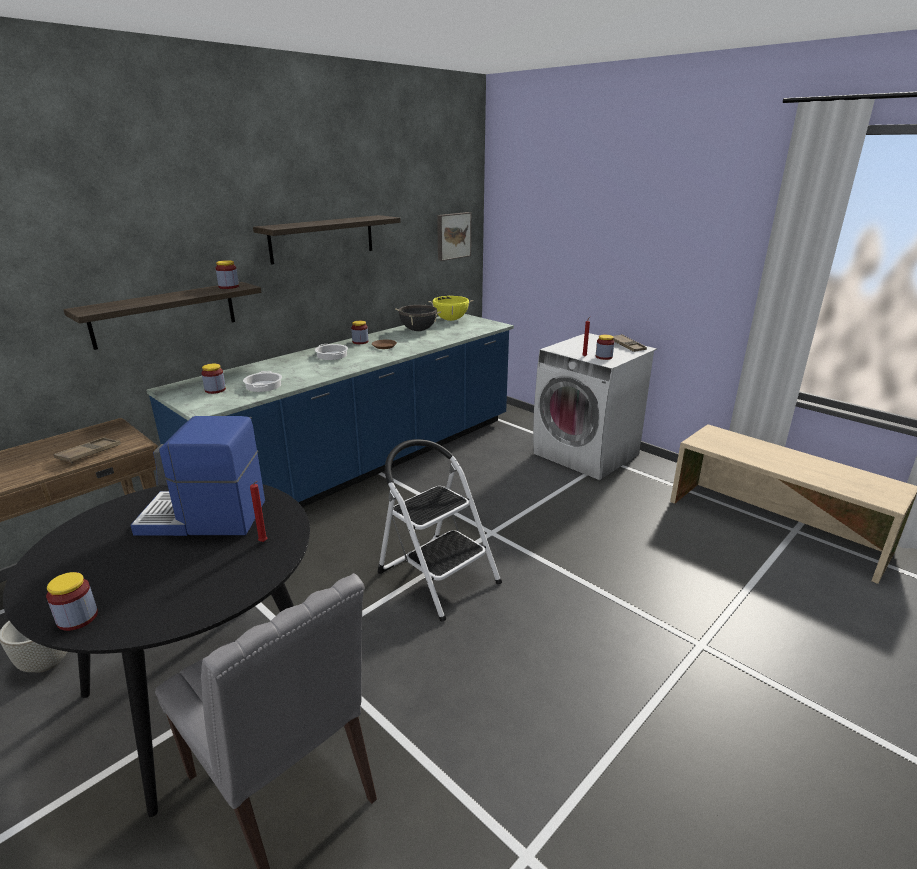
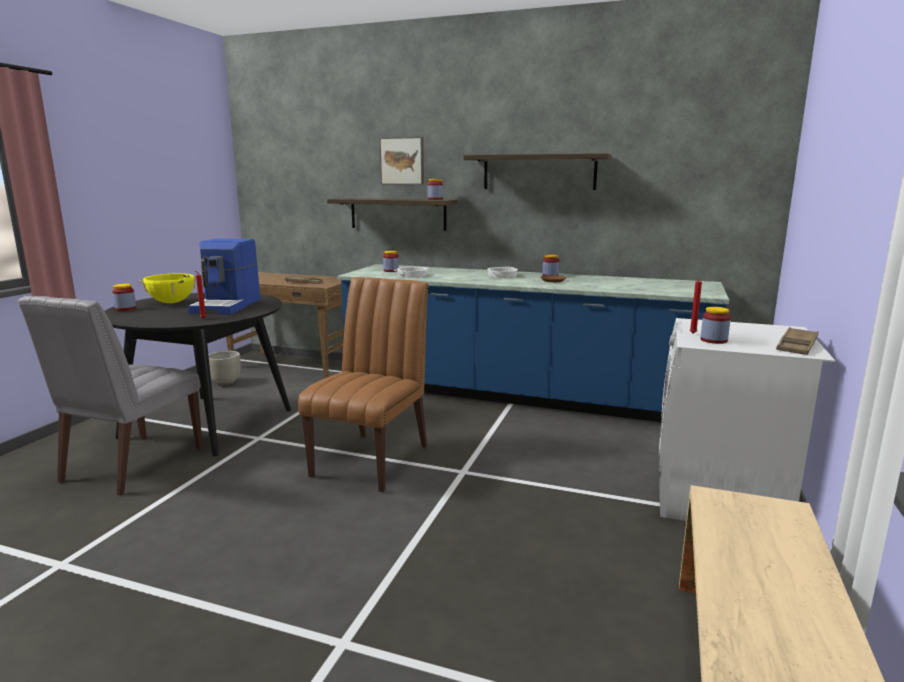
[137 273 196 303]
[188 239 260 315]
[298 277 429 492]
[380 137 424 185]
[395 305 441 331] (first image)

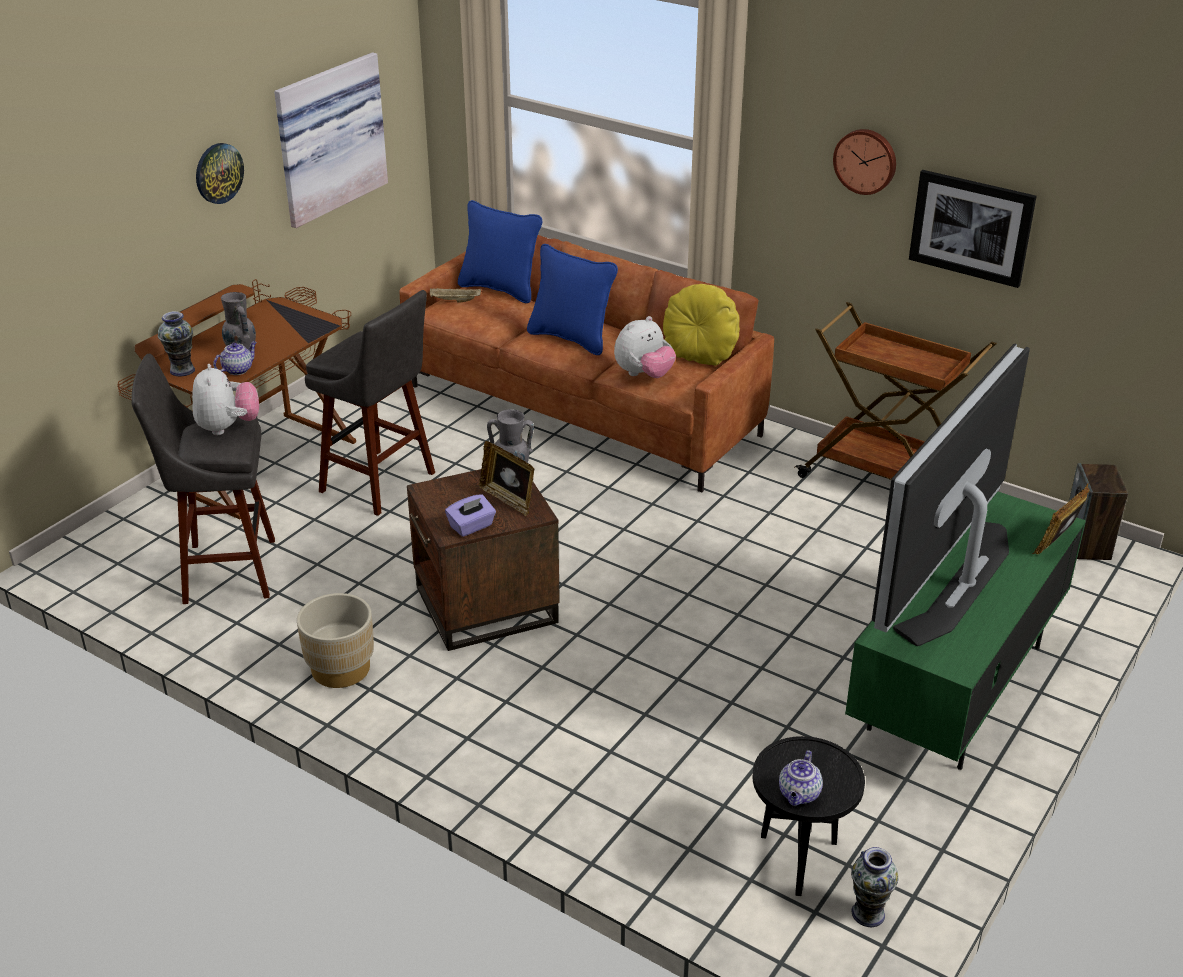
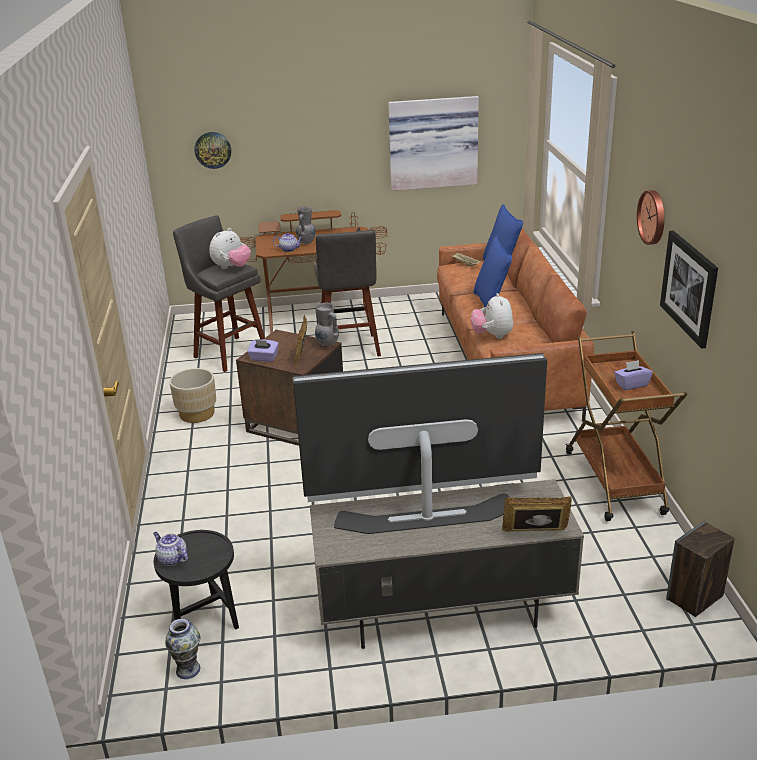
[153 532 188 566]
[194 132 231 169]
[310 479 584 649]
[471 293 513 339]
[614 360 653 390]
[158 311 195 377] (first image)
[663 284 740 366] (first image)

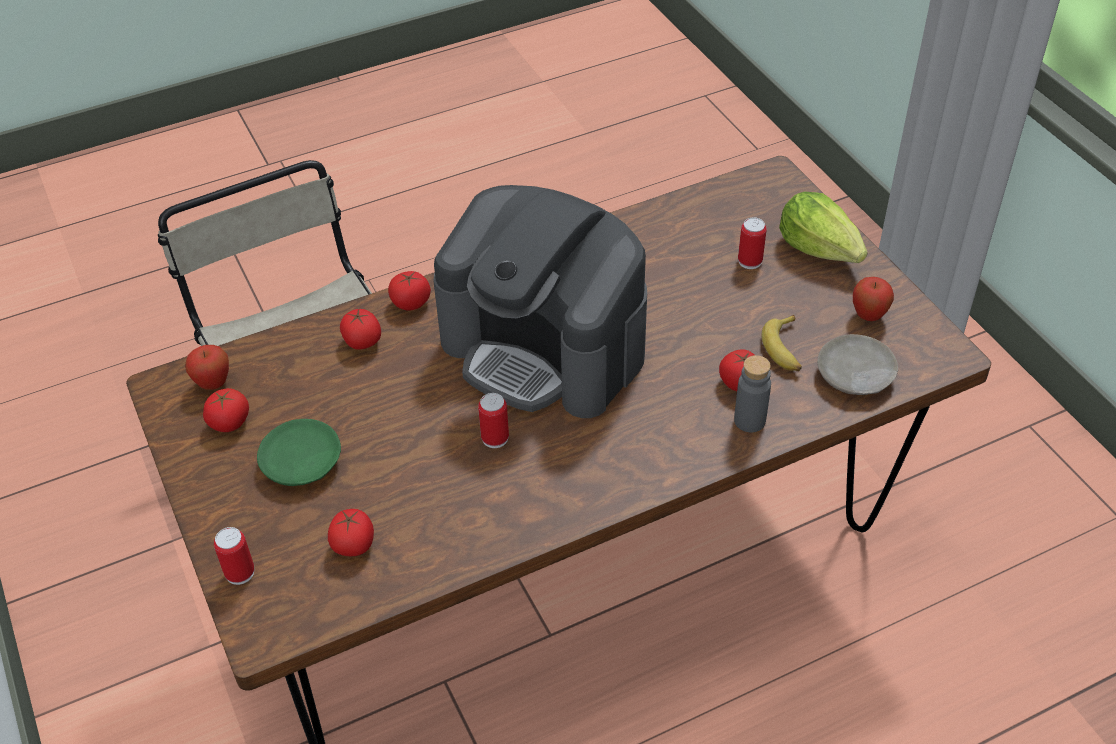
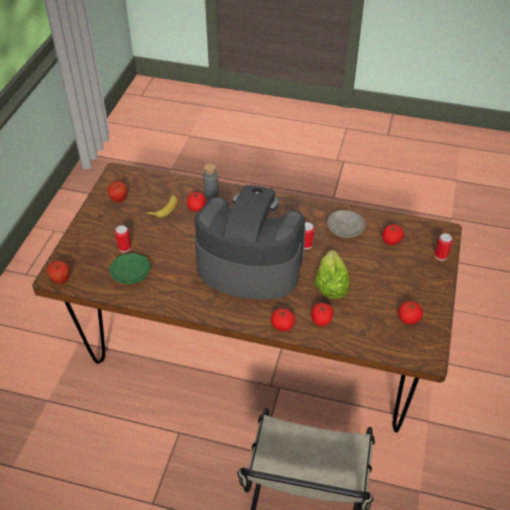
[47 260 70 284]
[109 253 151 284]
[195 185 306 300]
[315 250 349 299]
[327 210 365 238]

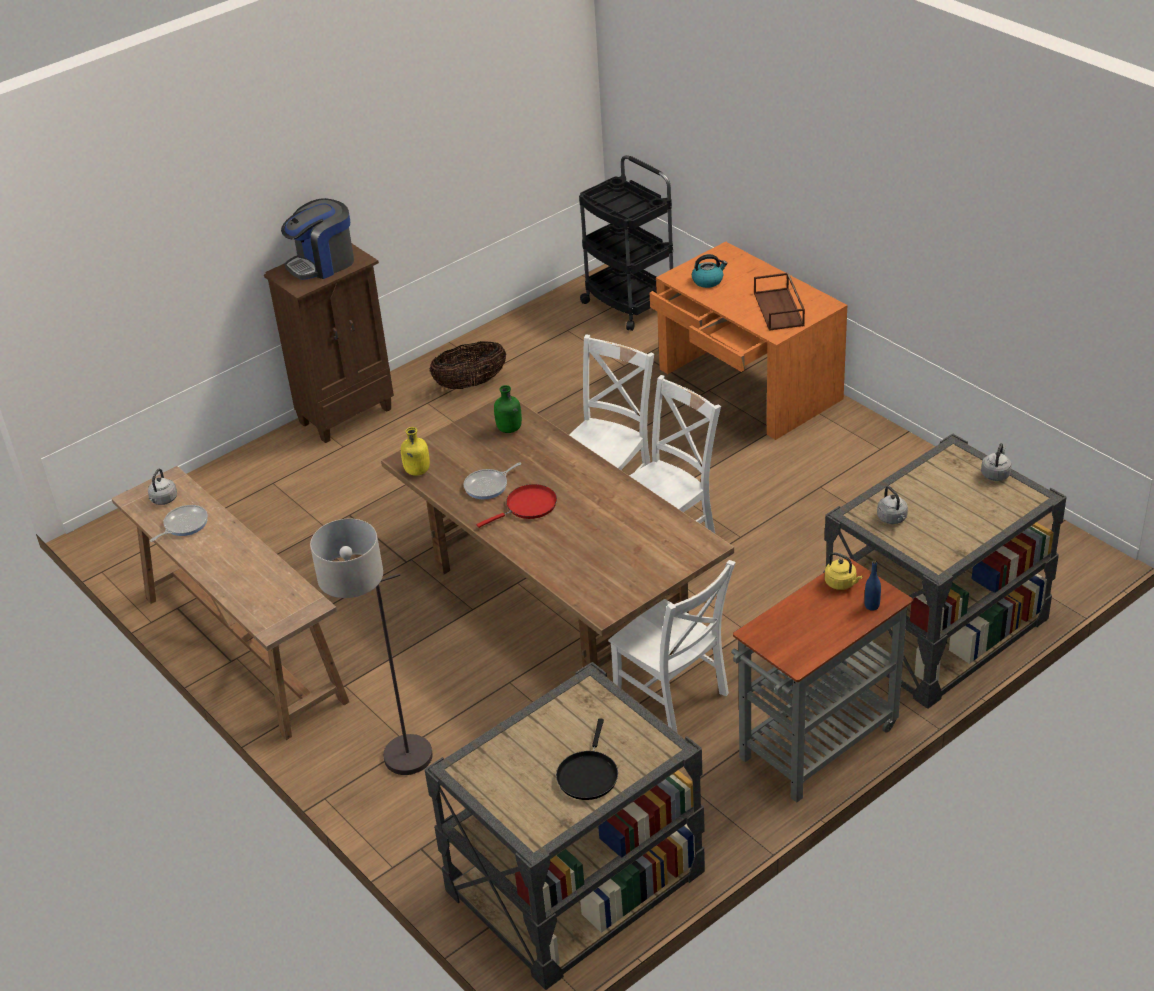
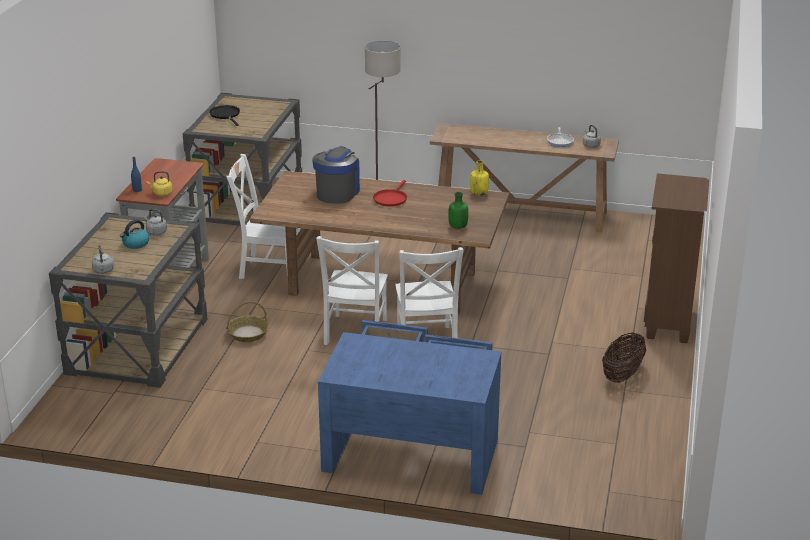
[120 220 149 249]
[226 301 269 342]
[312 146 360 204]
[318 320 502 495]
[464 462 521 499] (first image)
[579 155 673 331] (first image)
[754 273 805 331] (first image)

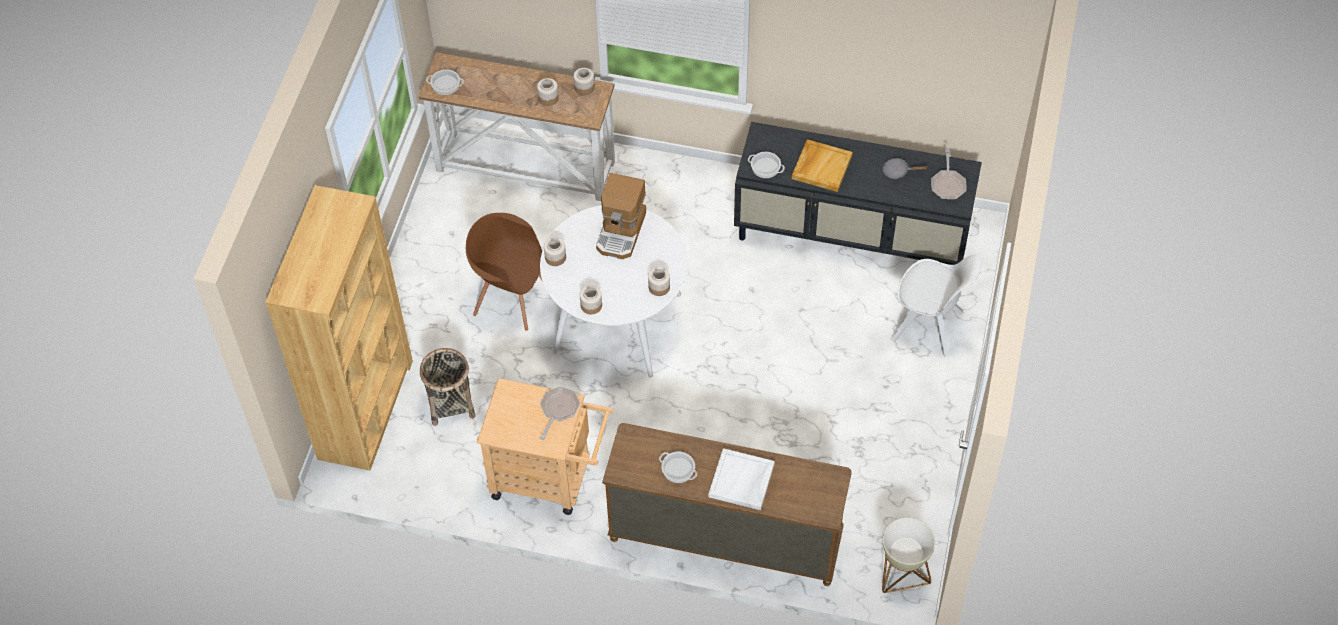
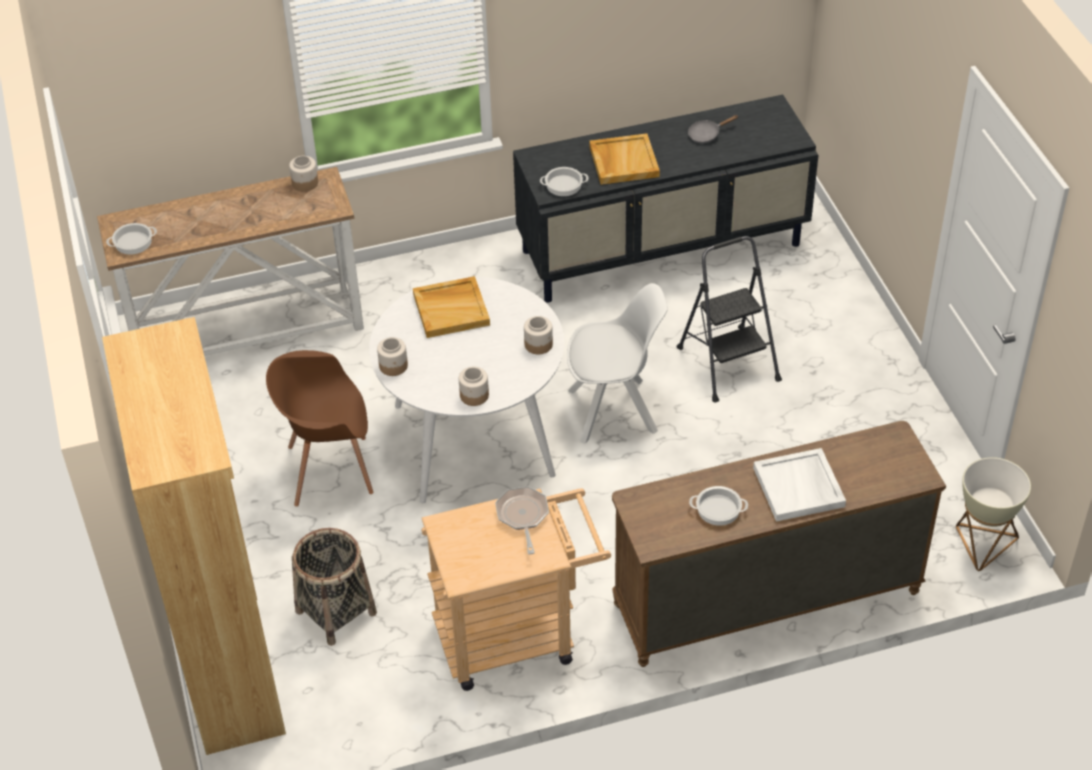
[413 276 490 338]
[567 283 668 444]
[676 236 782 402]
[537 78 559 106] (first image)
[931 149 967 199] (first image)

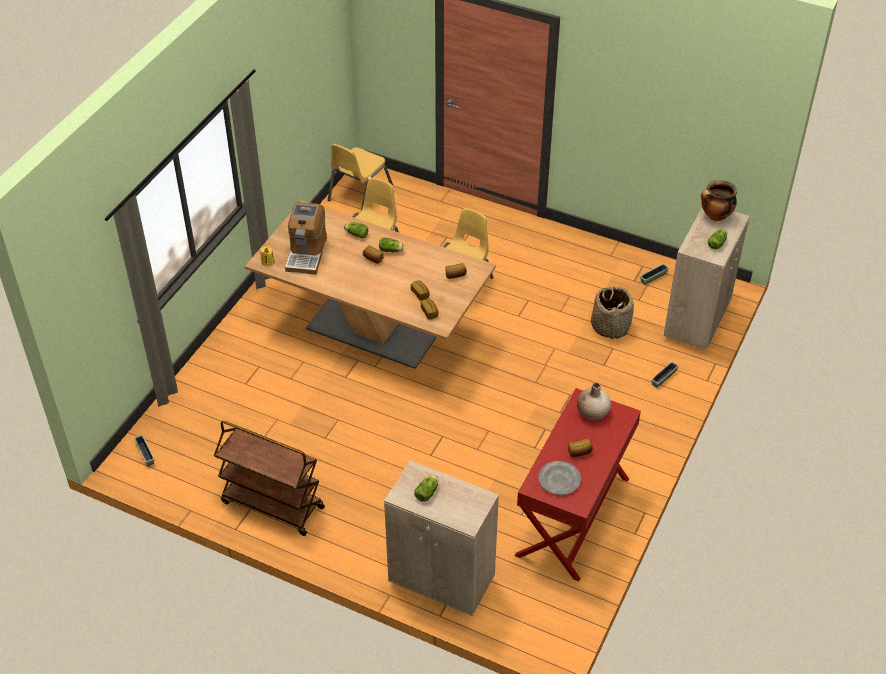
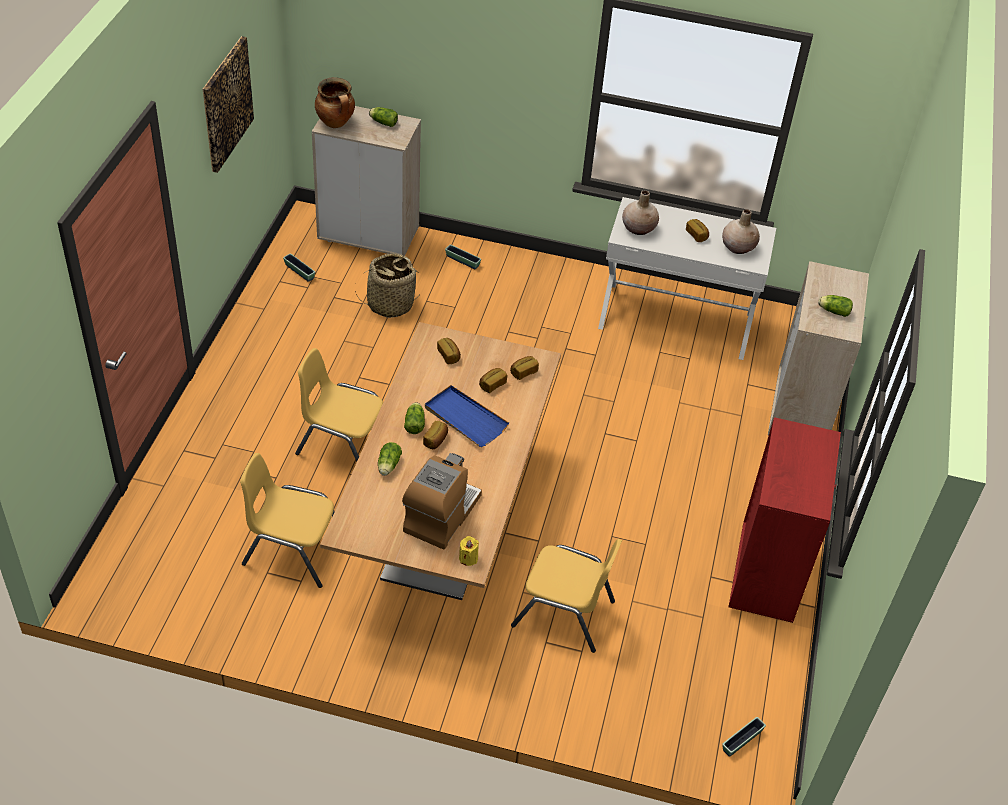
[203 36 254 173]
[402 453 482 550]
[425 385 509 447]
[511 539 622 653]
[598 197 776 360]
[722 209 760 254]
[729 417 841 623]

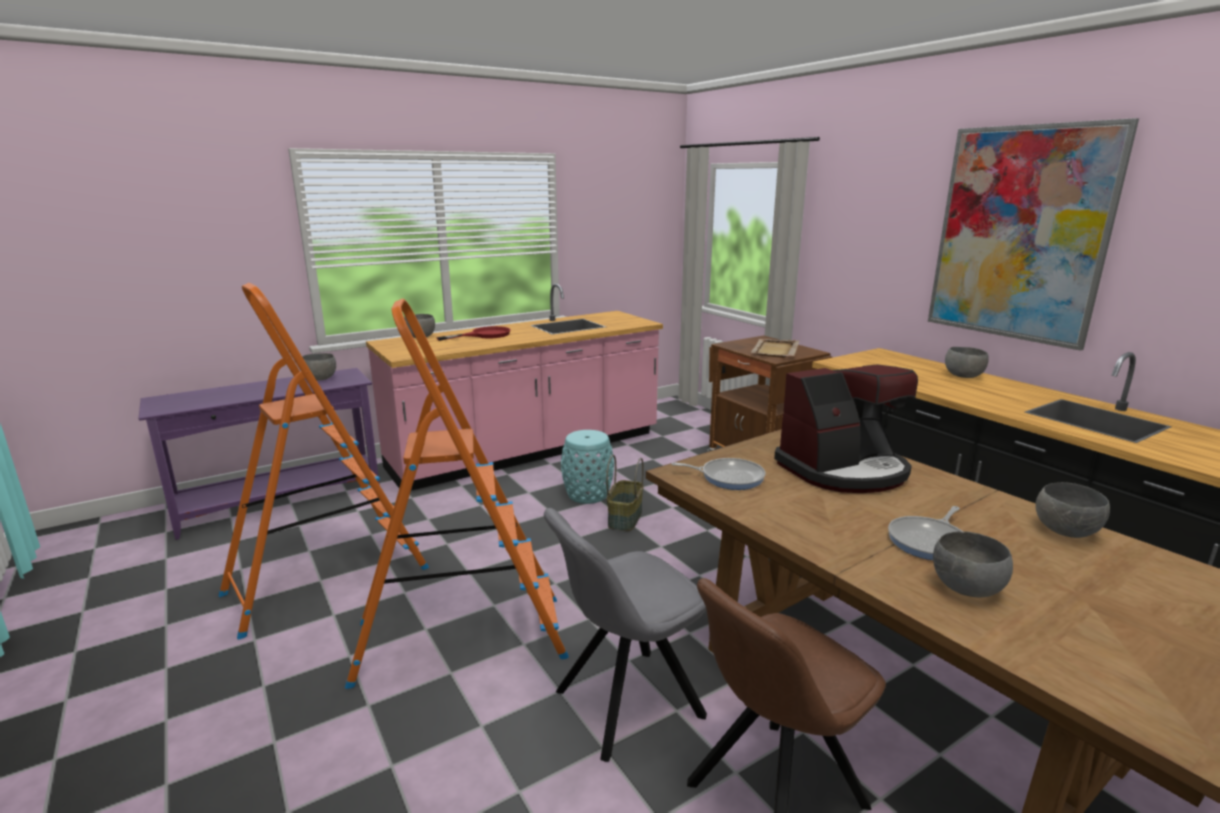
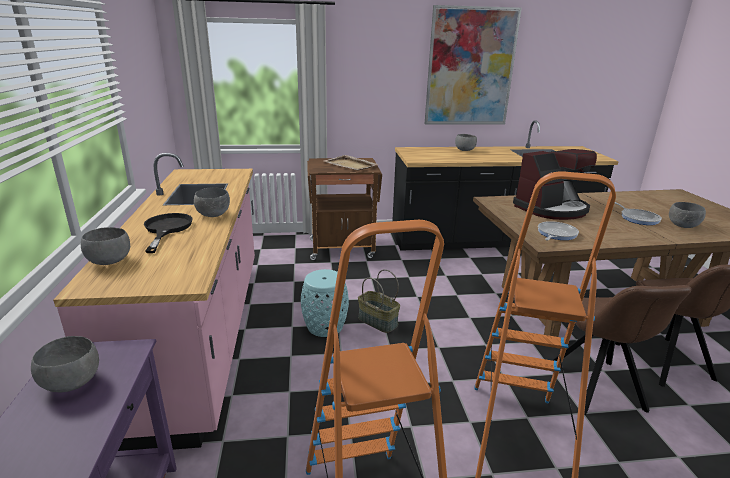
[144 213 193 253]
[194 187 230 217]
[513 149 597 220]
[552 285 691 415]

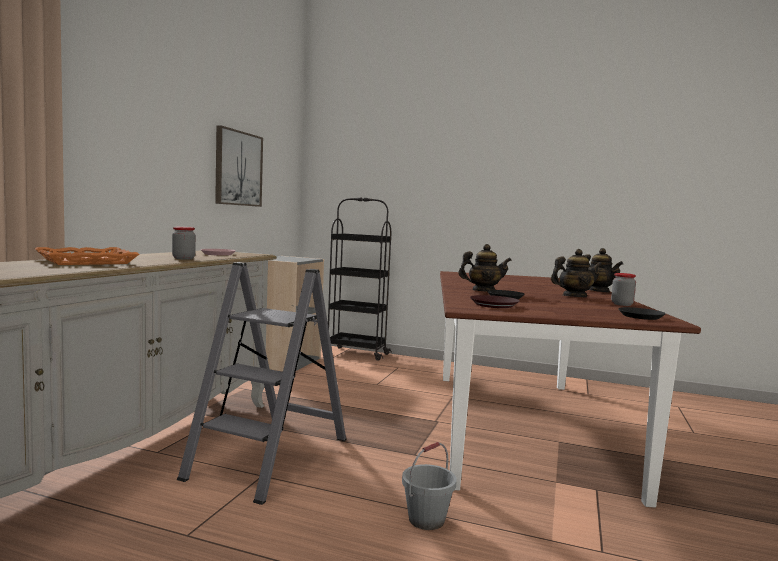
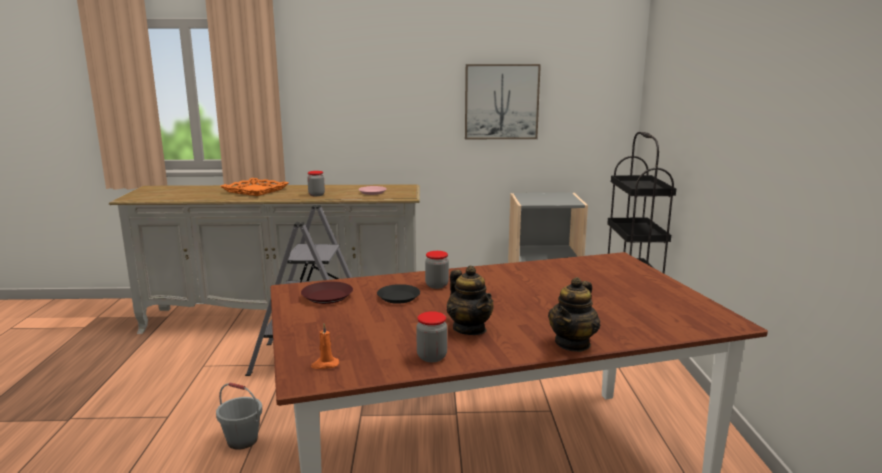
[311 324 339 369]
[425 251 449 289]

